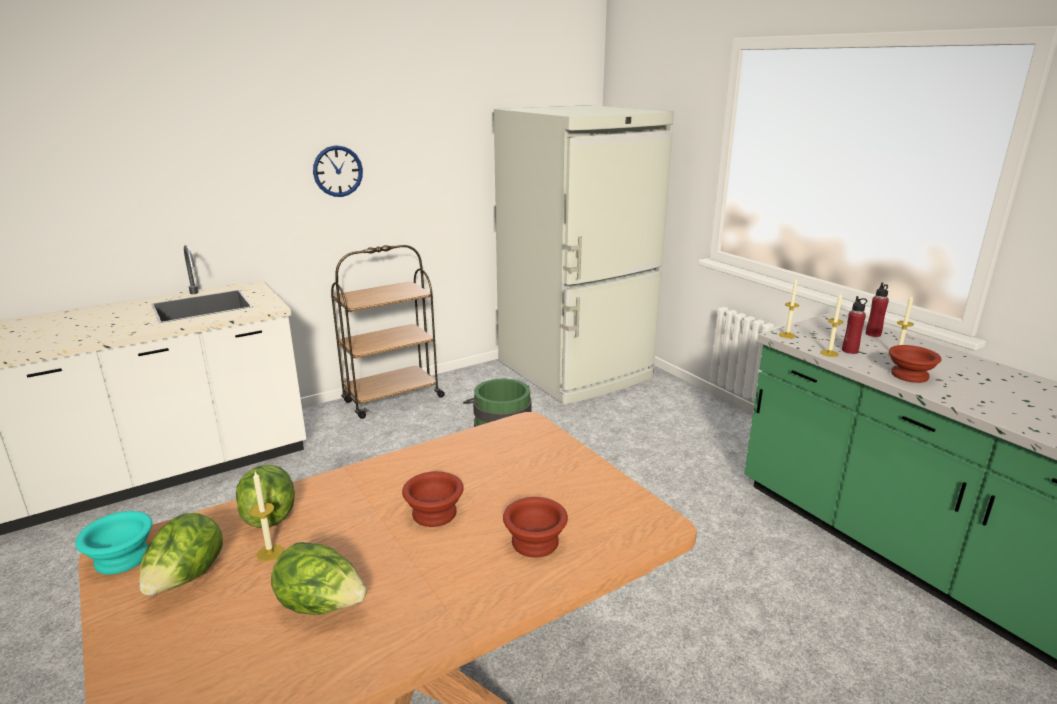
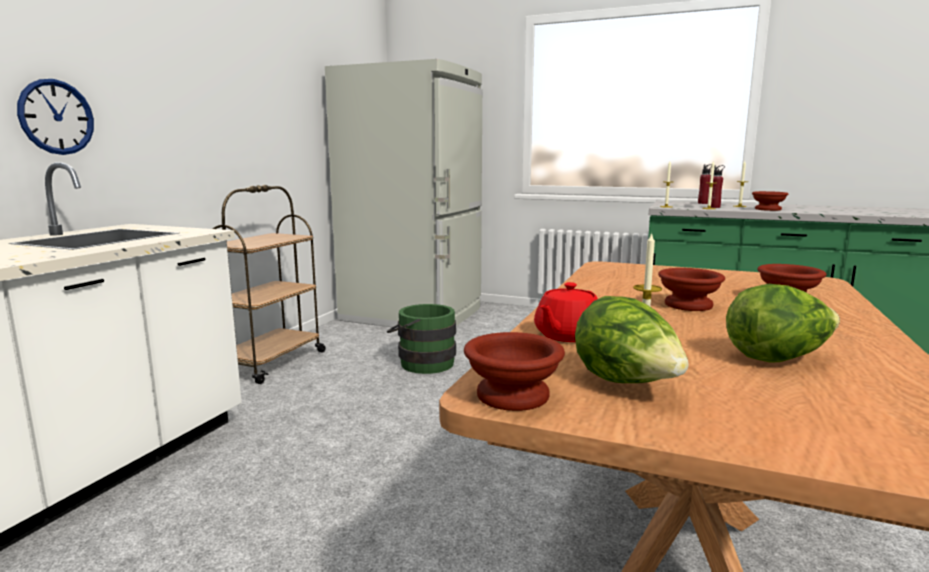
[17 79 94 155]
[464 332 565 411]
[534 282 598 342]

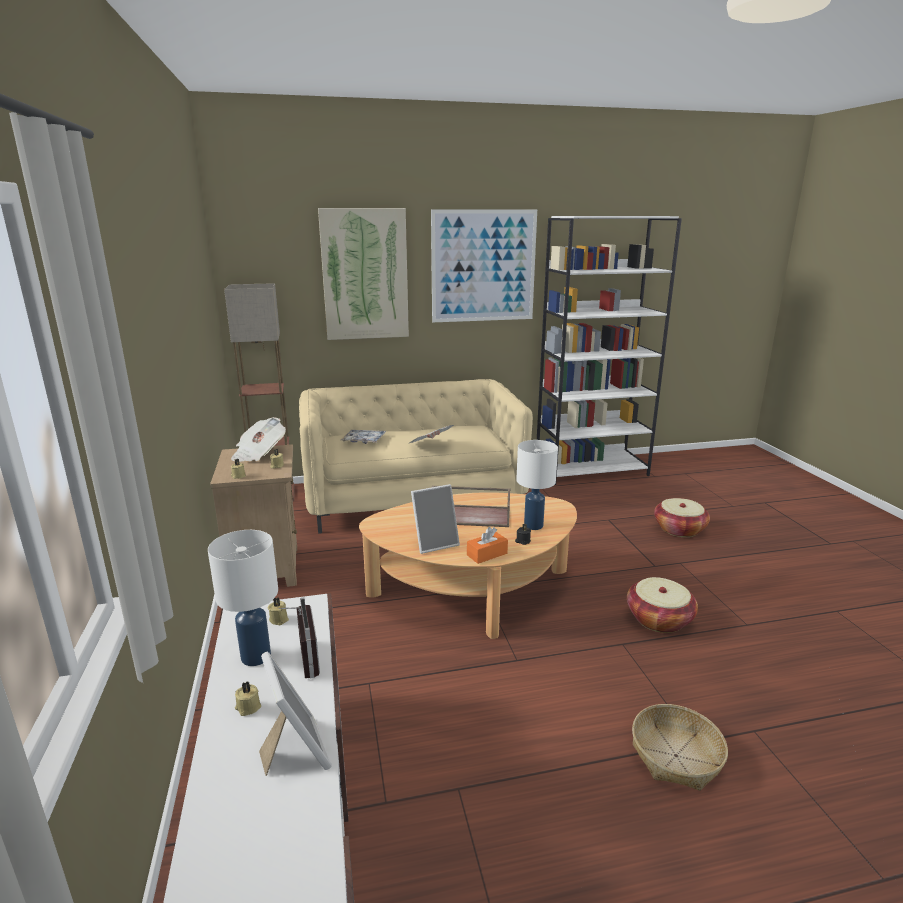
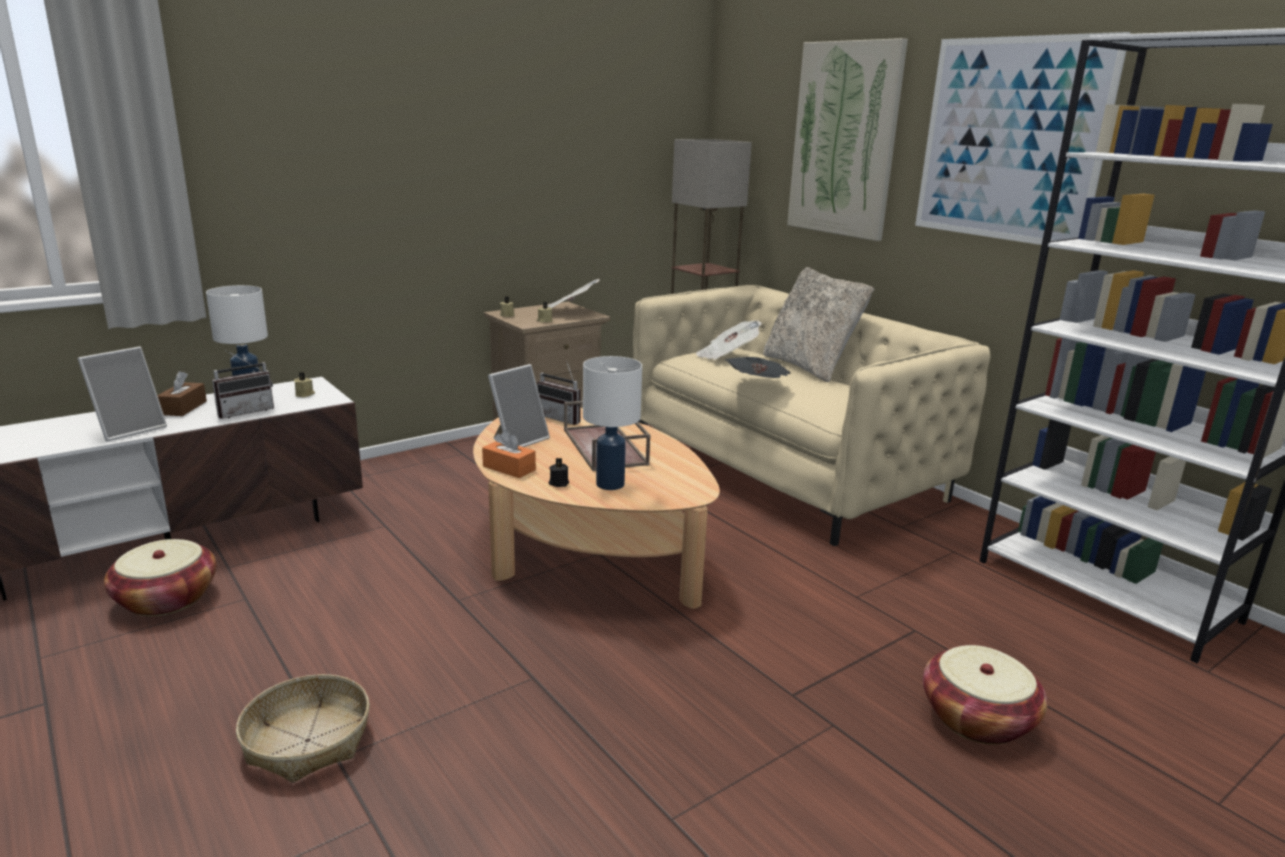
[104 539 217 616]
[157 371 207 416]
[488 364 550 447]
[537 360 581 425]
[696 321 762 360]
[763 267 874 382]

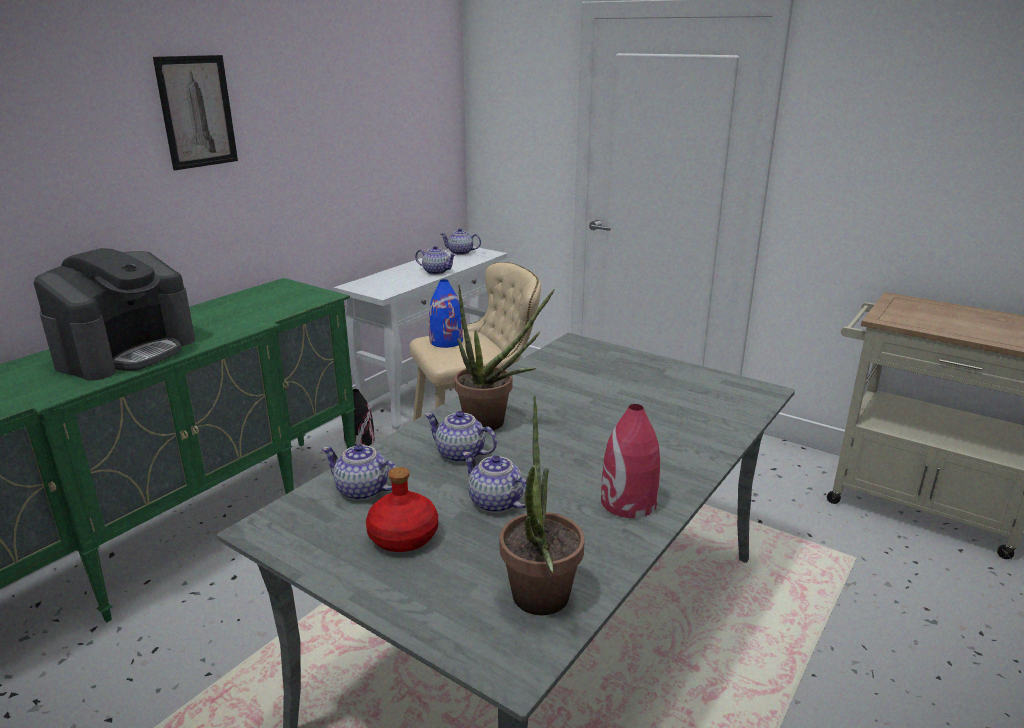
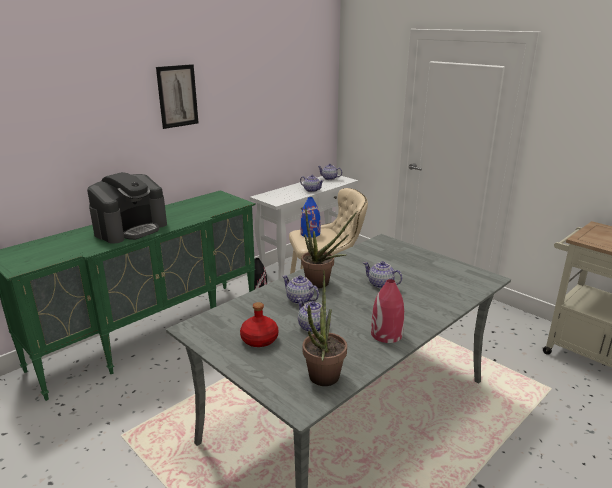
[363 261 403 289]

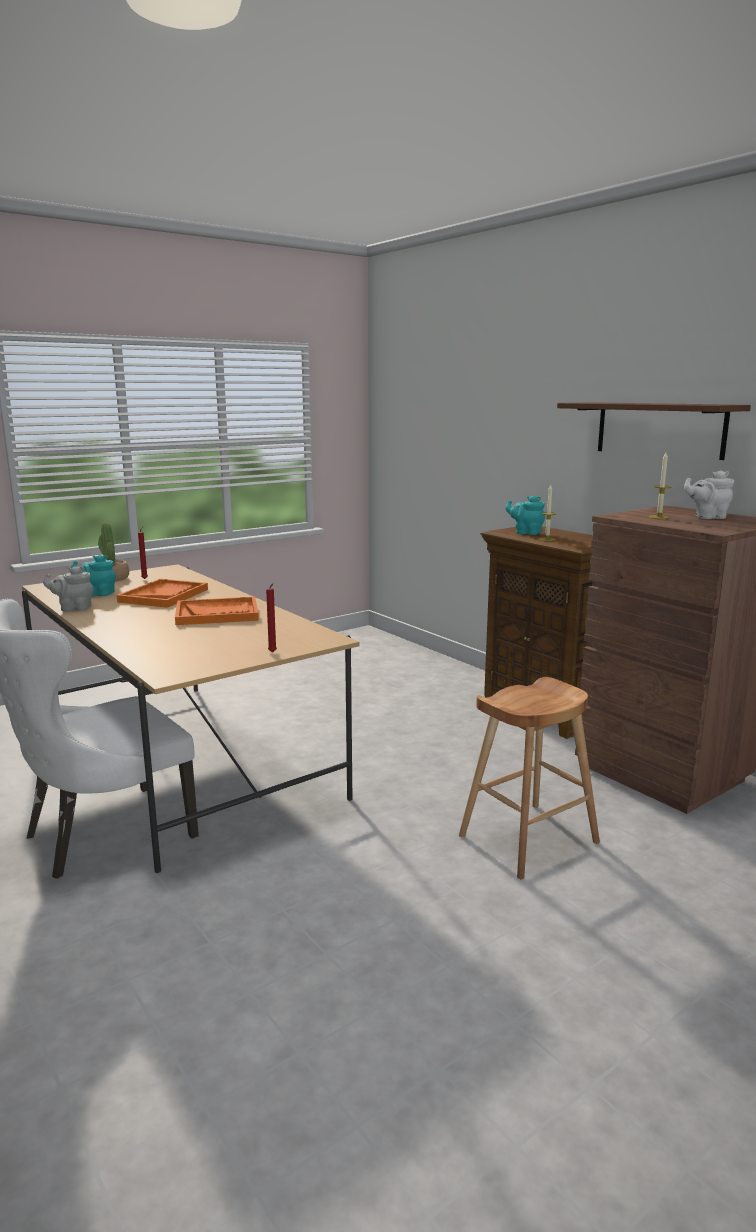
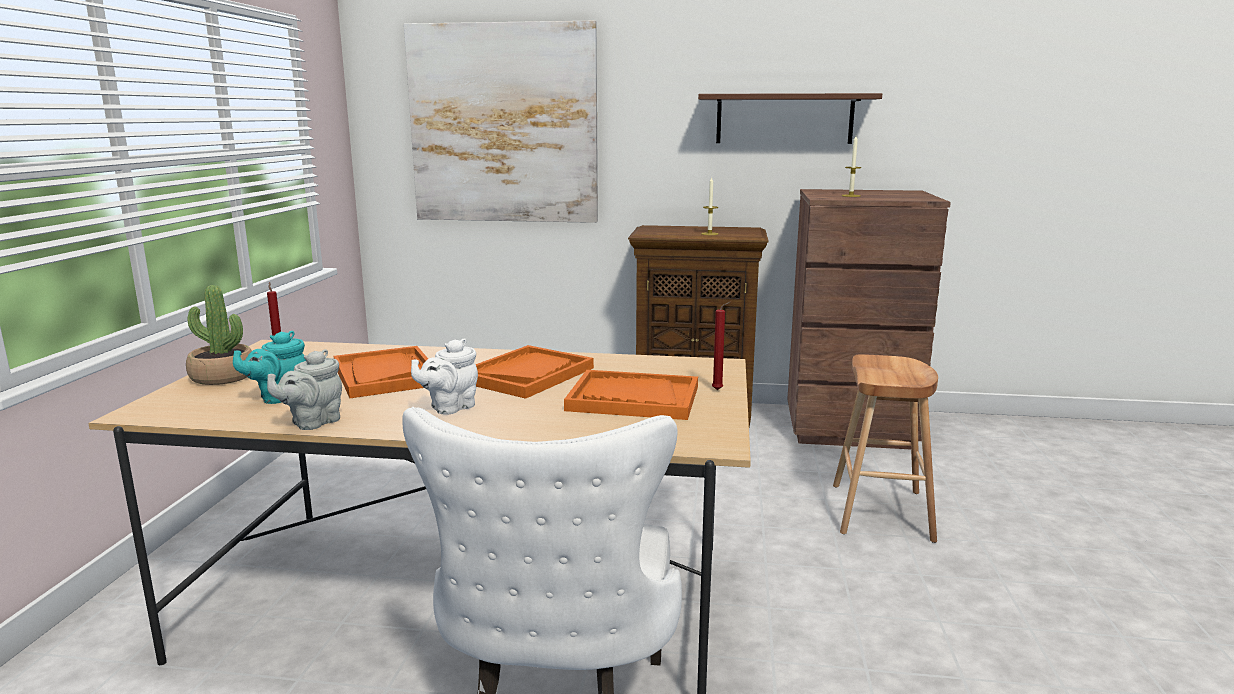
[404 21 598 223]
[411 338 478 415]
[564 370 698 420]
[505 495 545 535] (first image)

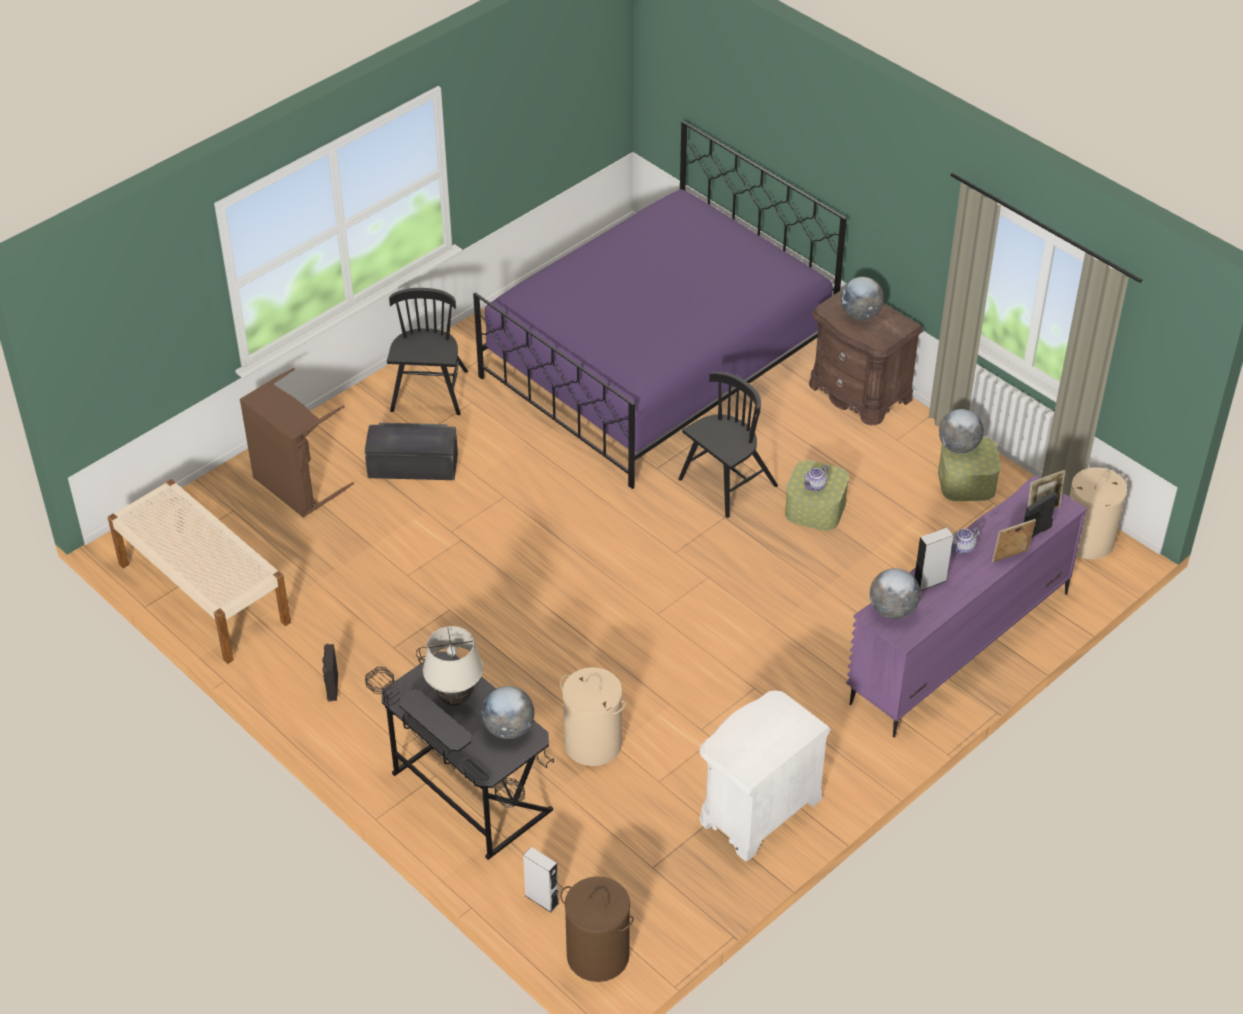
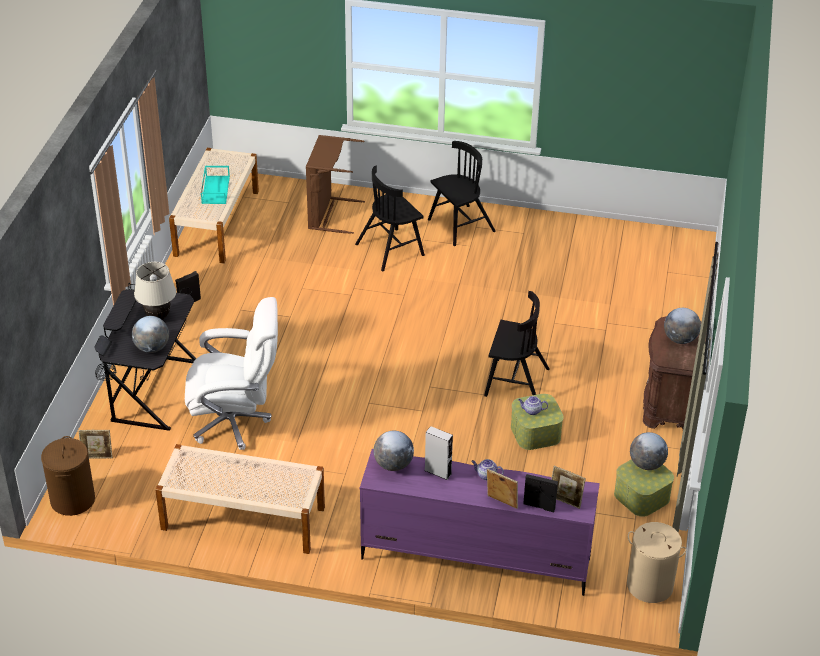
[78 430 113 459]
[155 444 325 554]
[185 297 278 450]
[201 166 230 204]
[355 165 425 271]
[473 121 847 489] (first image)

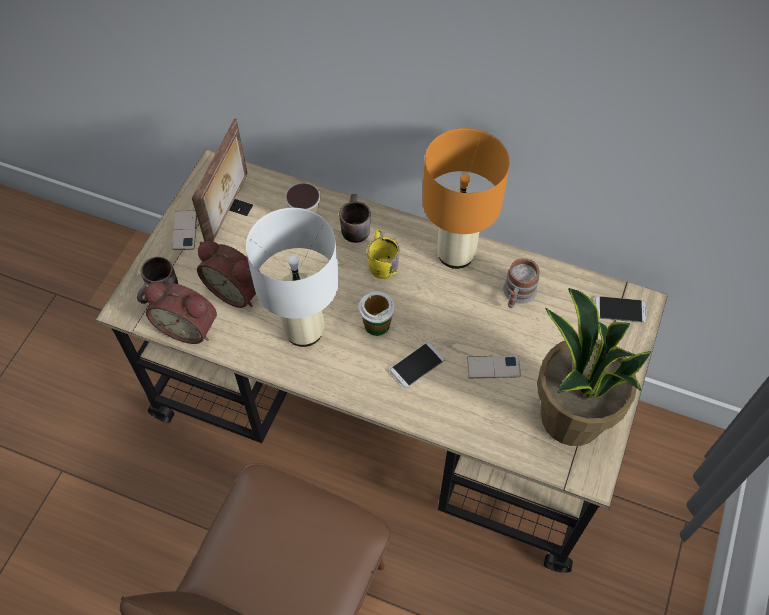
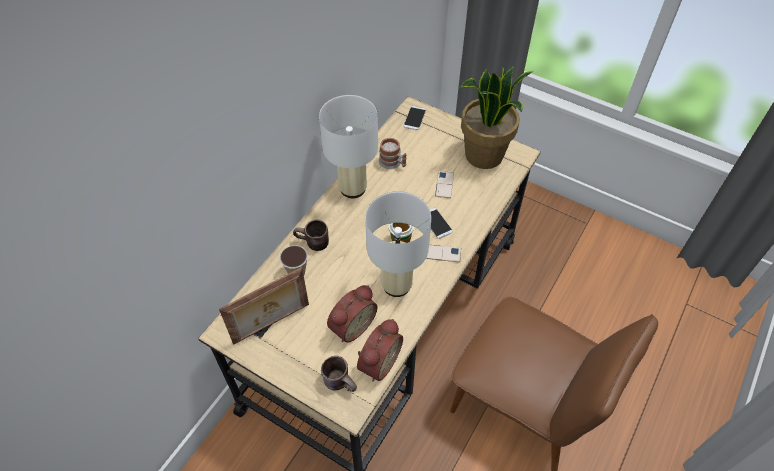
[219 267 309 345]
[319 95 378 198]
[426 245 461 262]
[367 229 400 279] (first image)

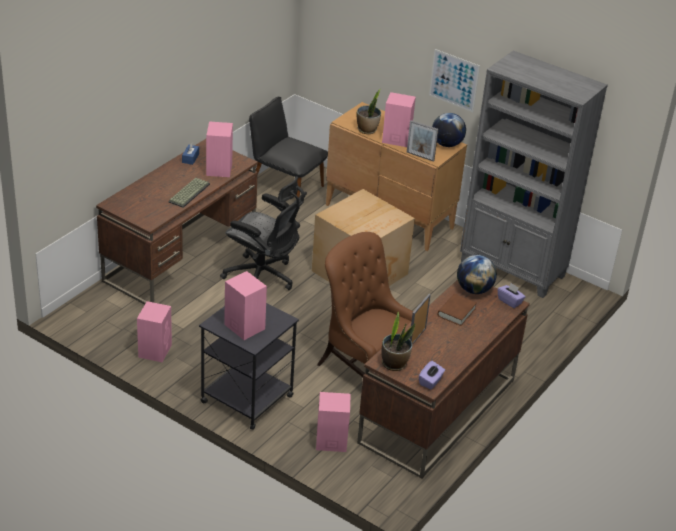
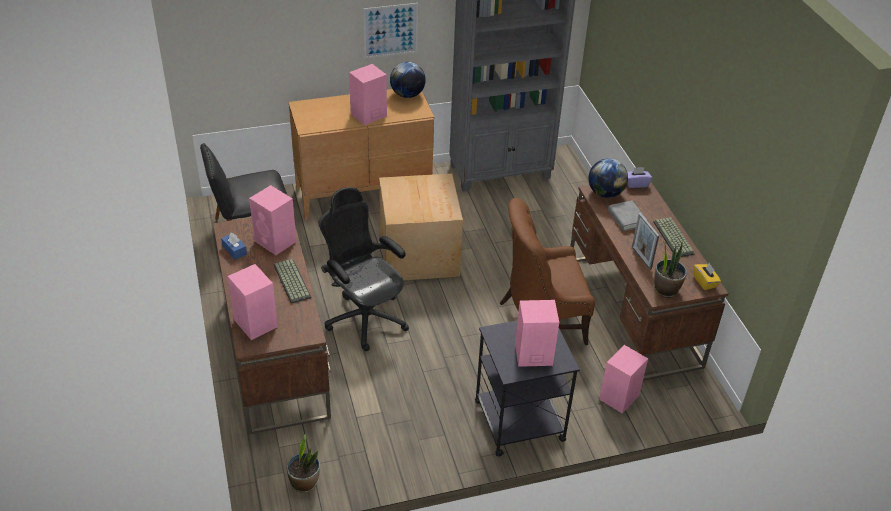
[228 264 278 340]
[287 434 320 493]
[319 187 409 351]
[608 200 648 231]
[653 217 695 257]
[693 263 721 290]
[407 120 438 162] (first image)

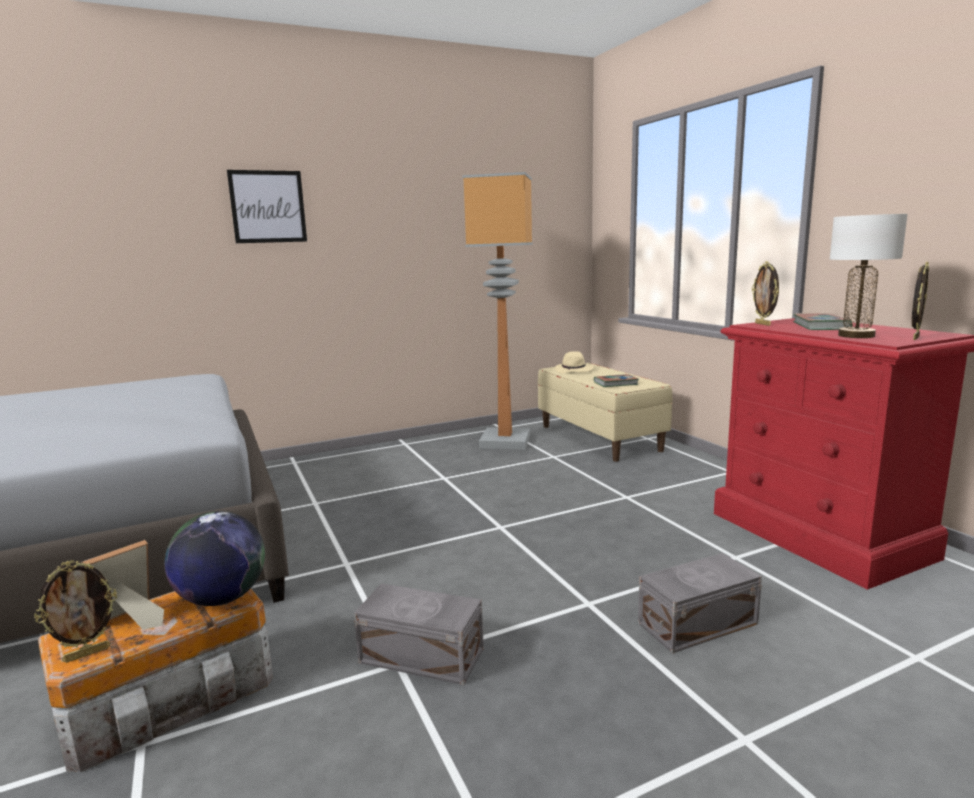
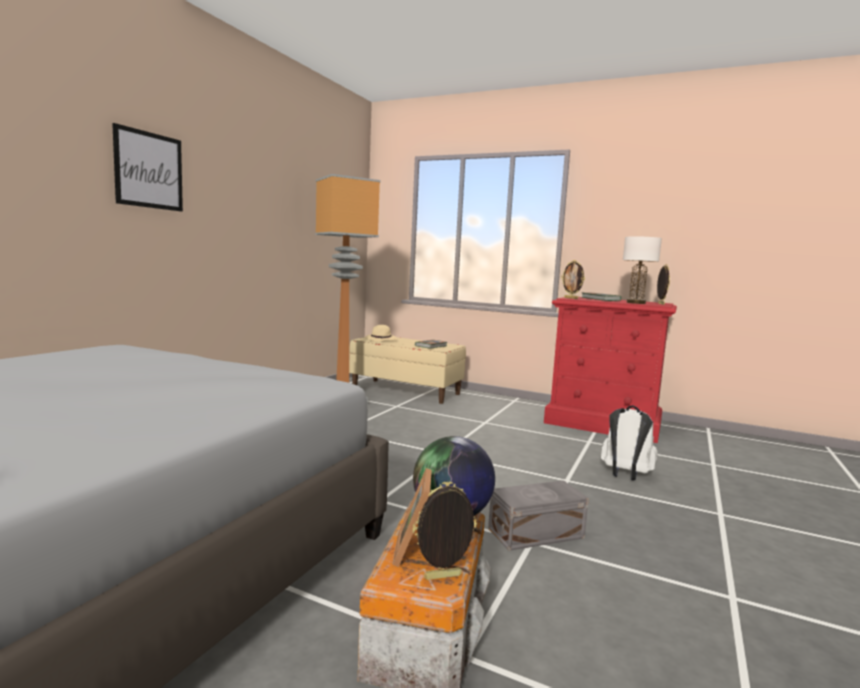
[413 482 477 580]
[601 405 658 481]

